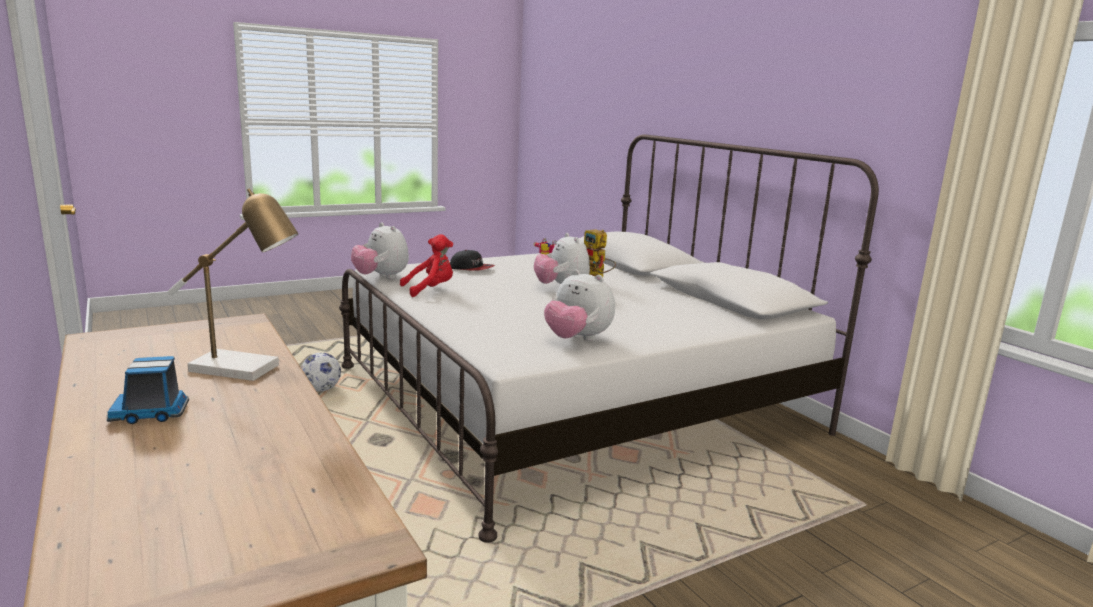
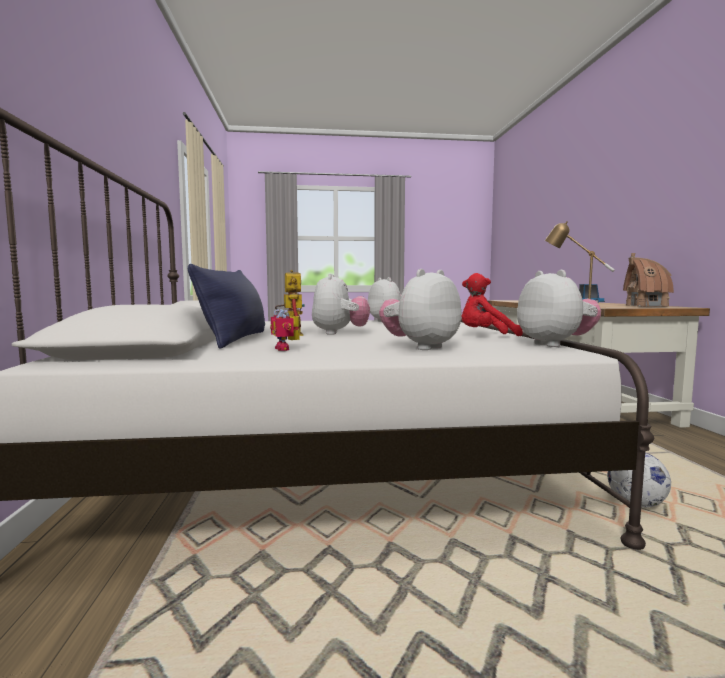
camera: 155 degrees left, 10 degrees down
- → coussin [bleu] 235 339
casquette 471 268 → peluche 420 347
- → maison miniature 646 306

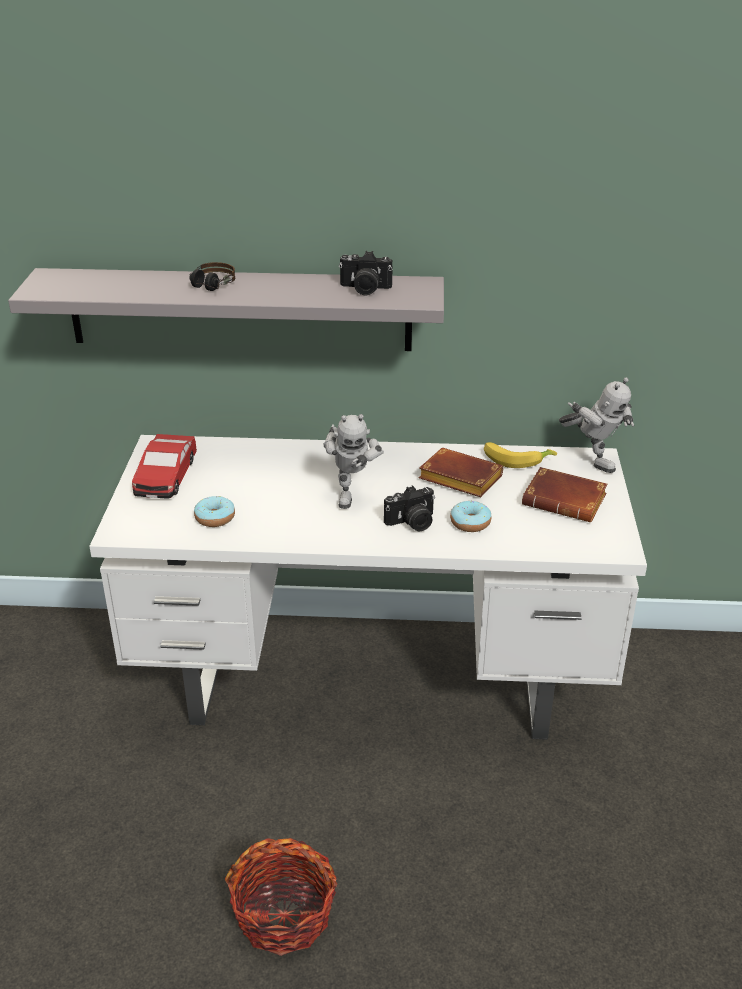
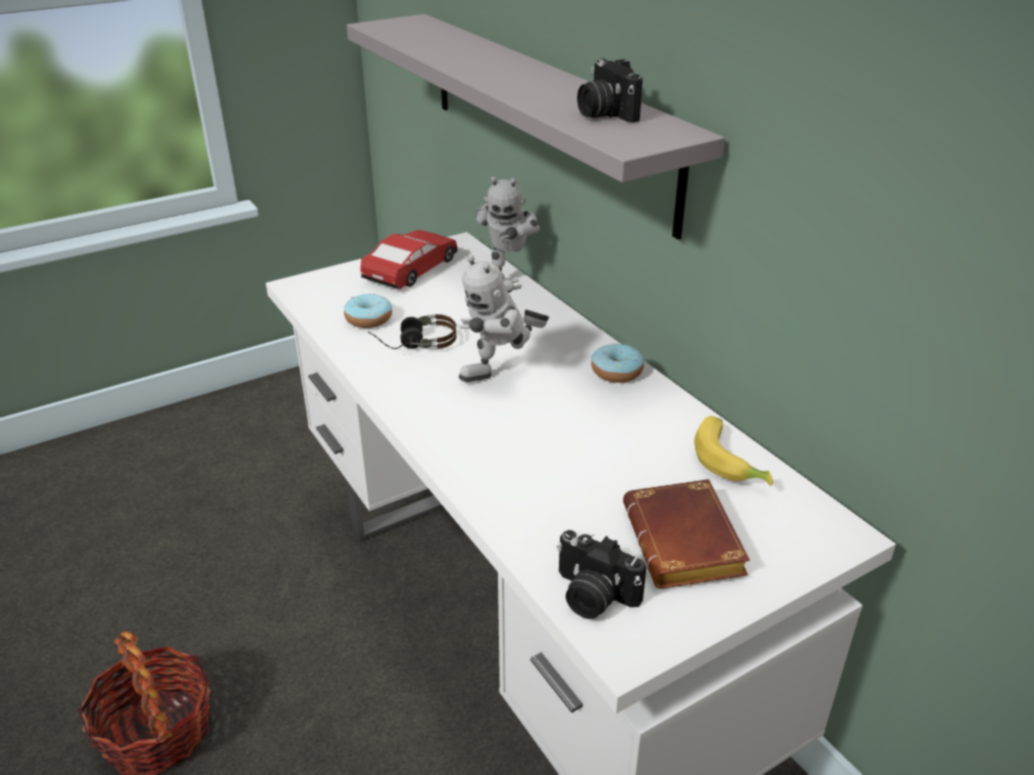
camera: 55 degrees right, 0 degrees up
petite voiture 166 476 → petite voiture 412 269, 150 degrees clockwise
casque audio 208 288 → casque audio 414 343, moved
robot jouet 593 460 → robot jouet 508 278, moved
appareil photo 412 523 → appareil photo 592 596, moved
beignet 470 523 → beignet 616 372, moved
livre [marron] 457 479 → -

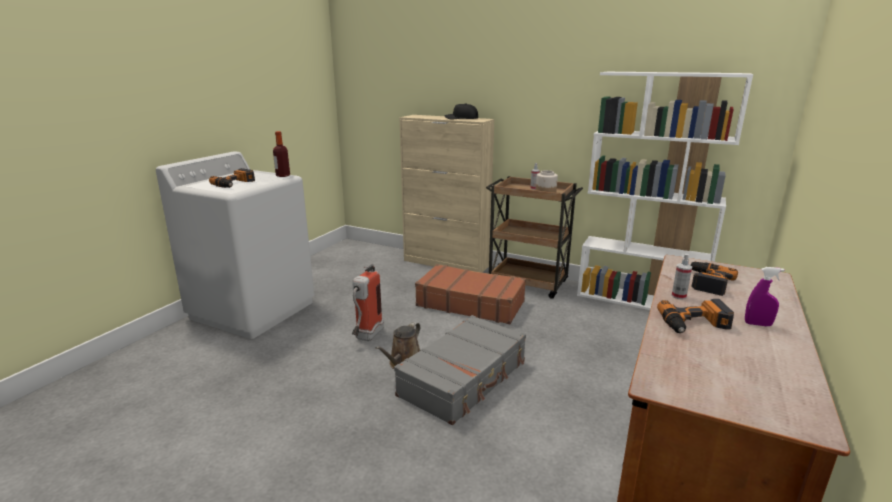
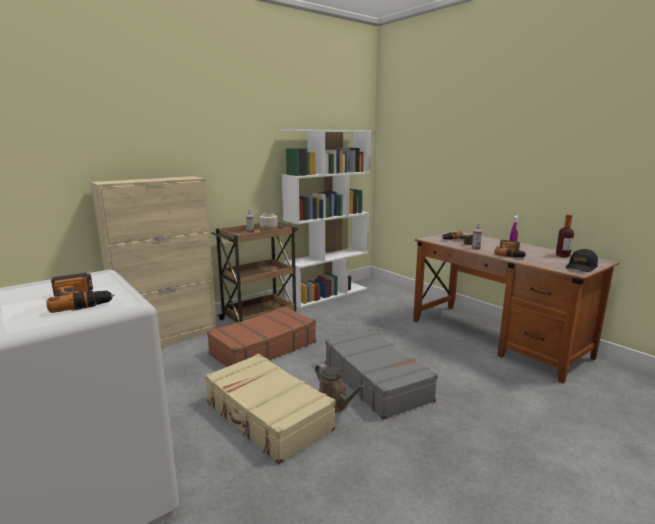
camera: 65 degrees left, 5 degrees down
extincteur 366 337 → valise [beige] 267 416
bouteille 283 175 → bouteille 562 256, moved
casquette [noir] 461 118 → casquette [noir] 581 267, moved

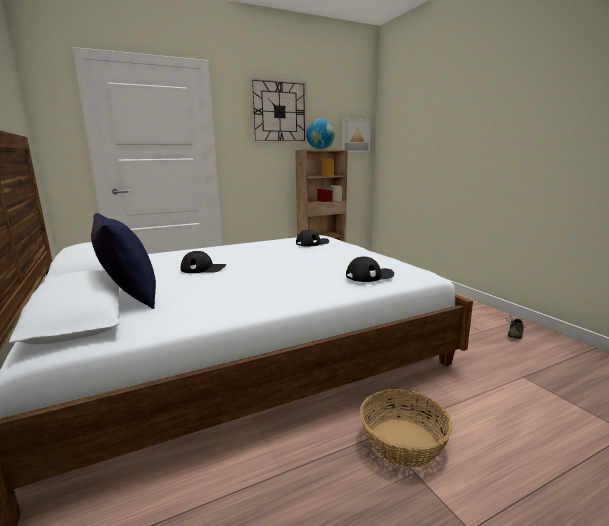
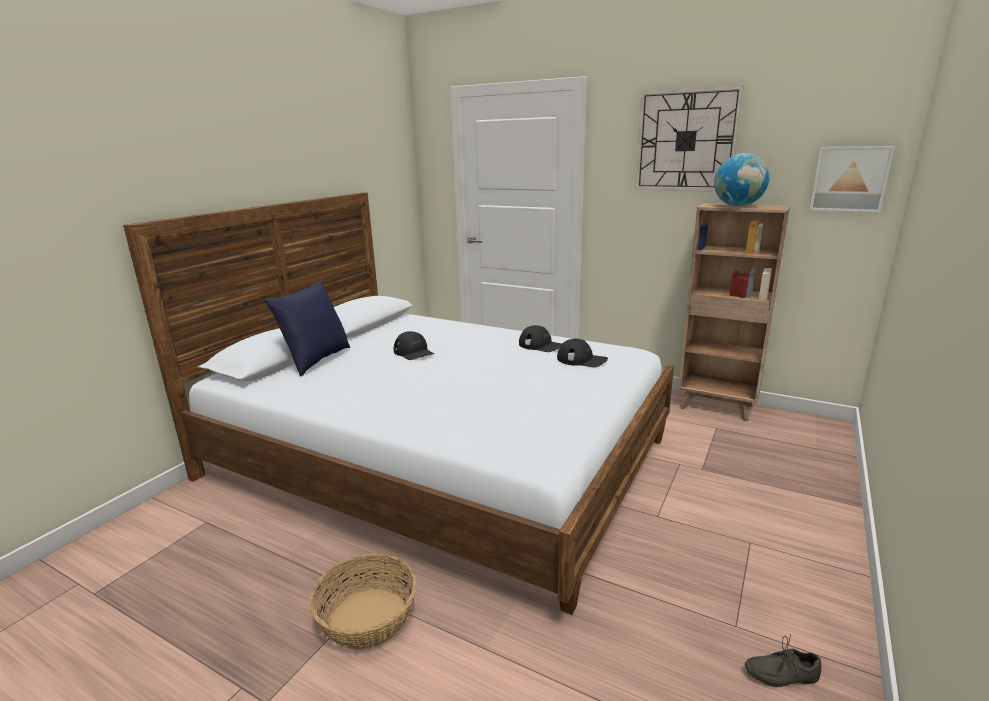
camera: 55 degrees right, 5 degrees up
casquette [noir] 369 275 → casquette [noir] 541 345, moved

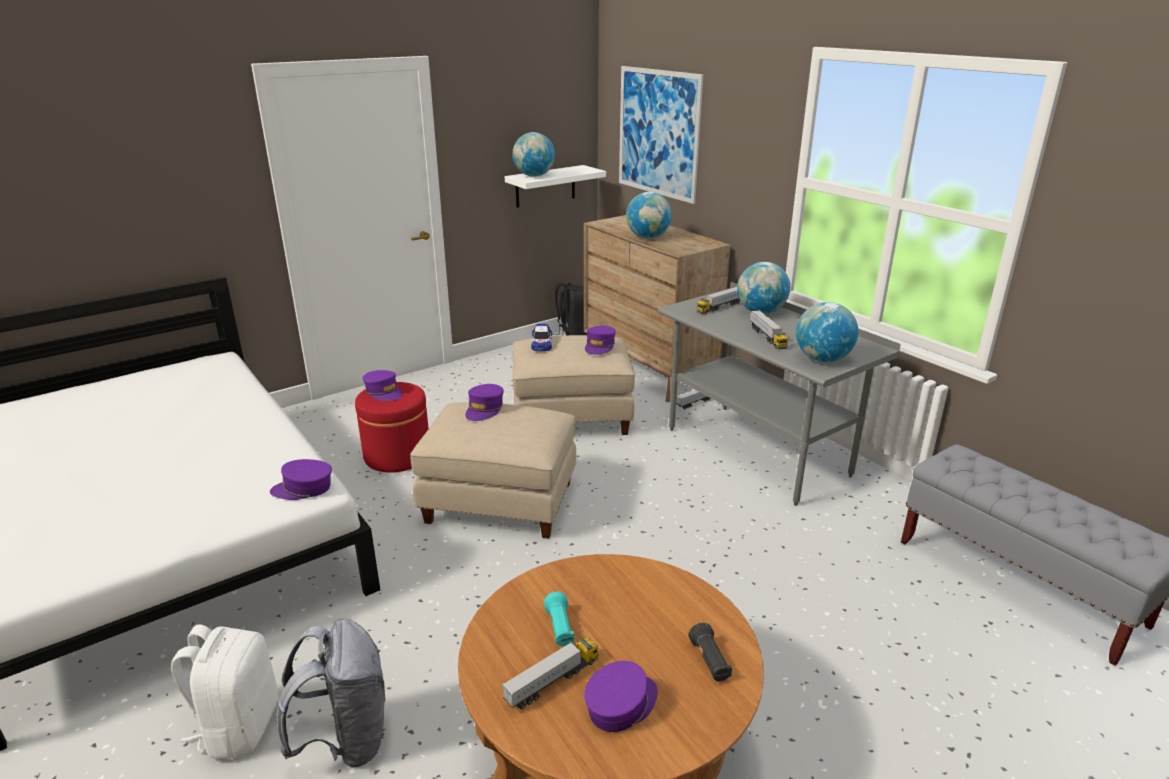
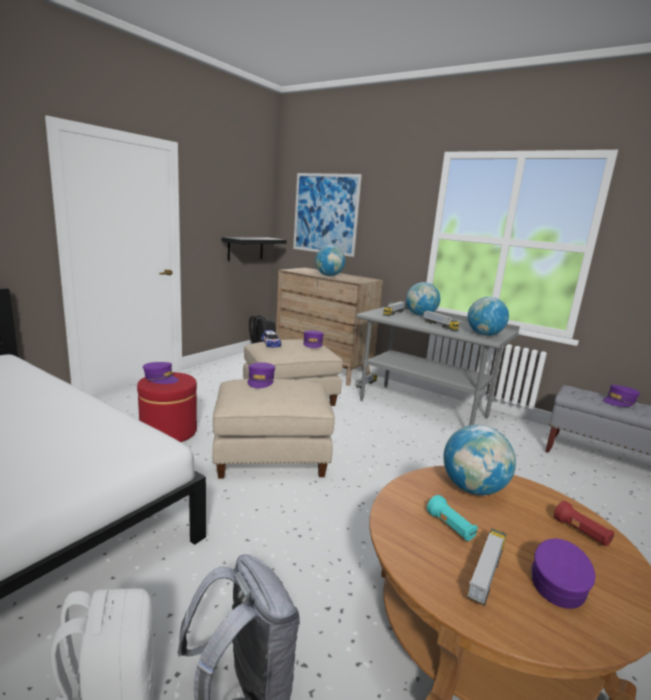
camera: 20 degrees left, 10 degrees down
étagère [blanc] 545 186 → étagère [noir] 245 248
globe 534 176 → globe 473 488, moved
lampe de poche [noir] 710 662 → lampe de poche [rouge] 581 532
casquette [violet] 303 489 → casquette [violet] 619 401, moved

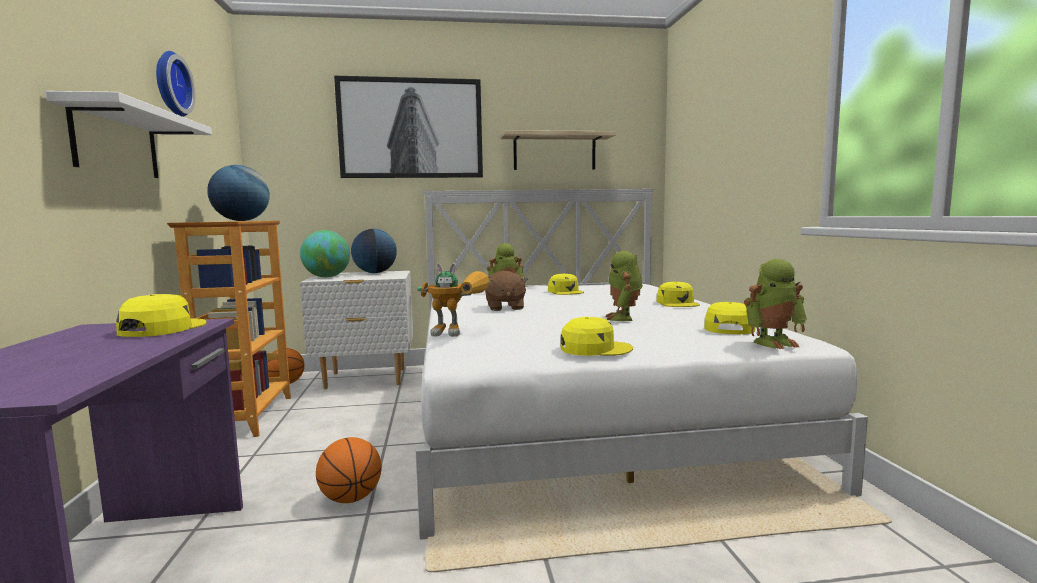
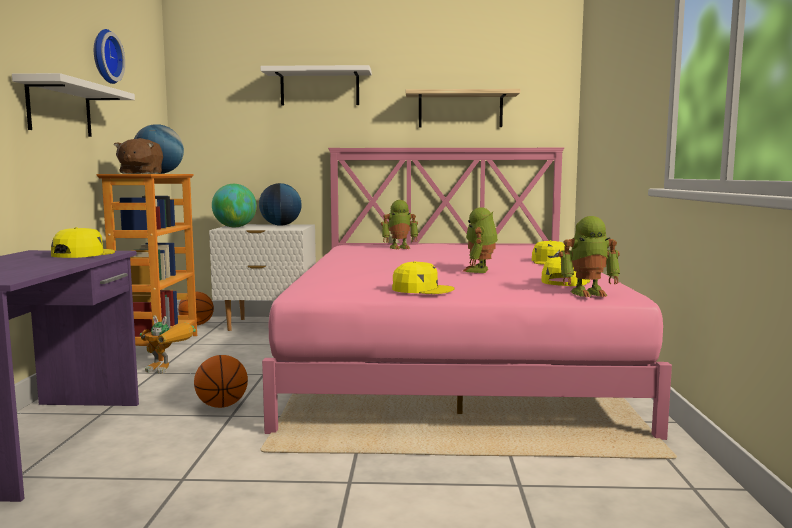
camera: 10 degrees right, 0 degrees up
peluche [marron] 504 307 → peluche [marron] 140 173, moved
robot jouet 459 333 → robot jouet 169 370, moved
tableau 411 128 → étagère [blanc] 319 88
lit [blanc] 577 410 → lit [rose] 449 360
casquette [jaune] 565 292 → -

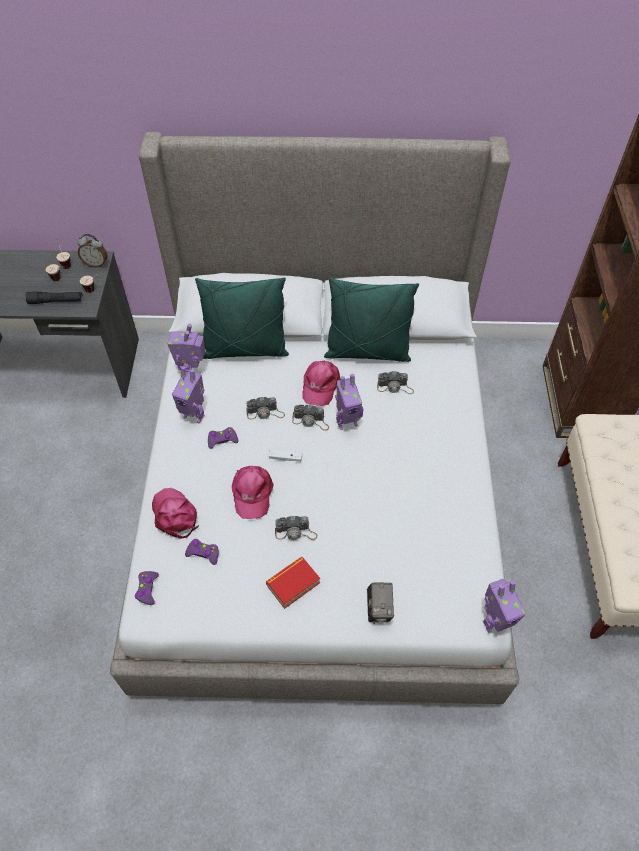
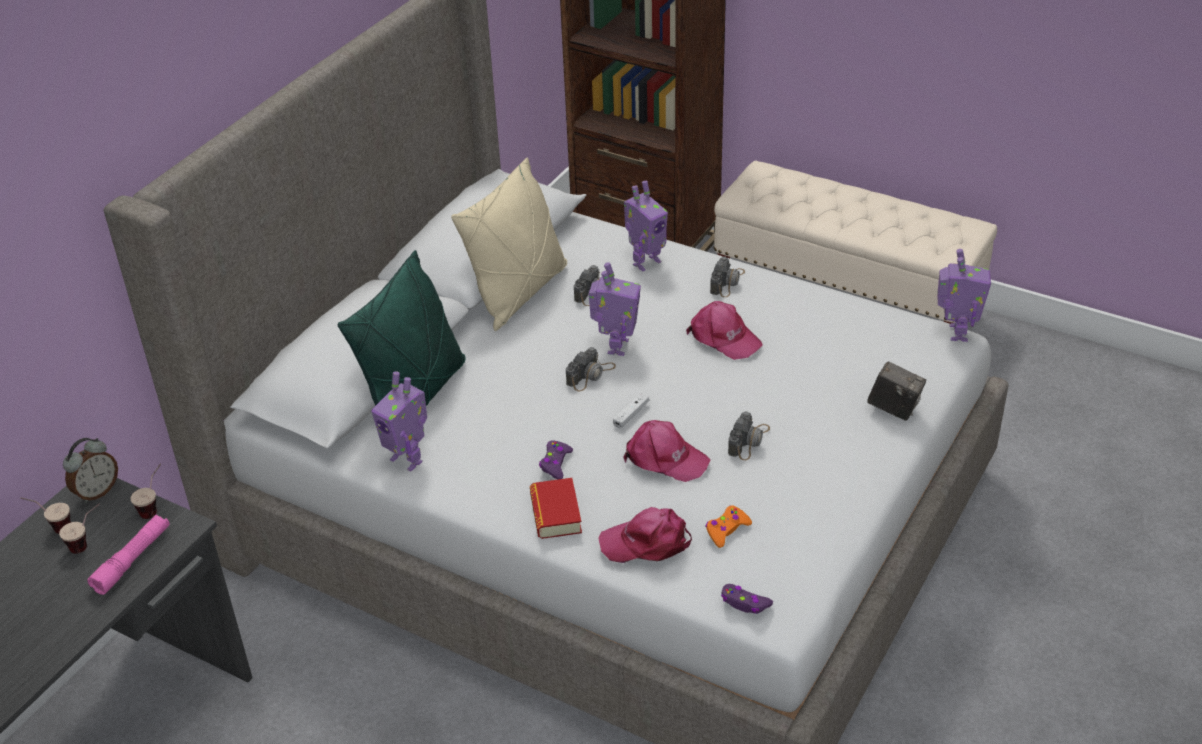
camera: 60 degrees left, 15 degrees down
lampe de poche [noir] 56 301 → lampe de poche [rose] 132 560
coussin [vert] 367 351 → coussin [beige] 519 293
livre 293 584 → livre 555 514, moved
robot jouet 194 415 → robot jouet 645 262, moved
casquette [rose] 320 385 → casquette [rose] 723 338, moved
manette [violet] 203 553 → manette [orange] 726 530
appareil photo 265 413 → appareil photo 727 282, moved

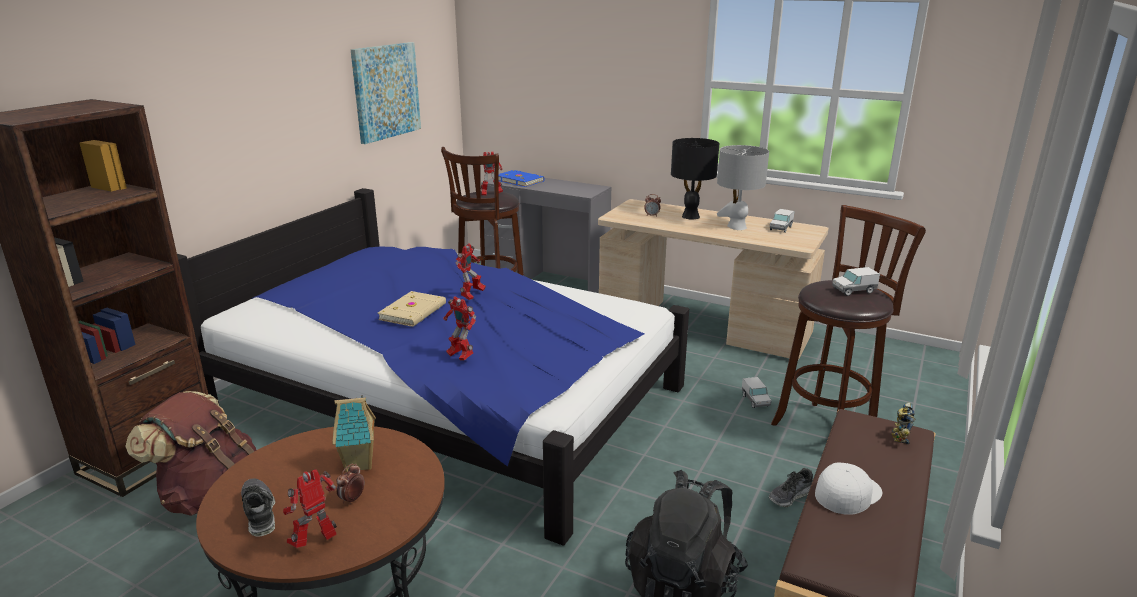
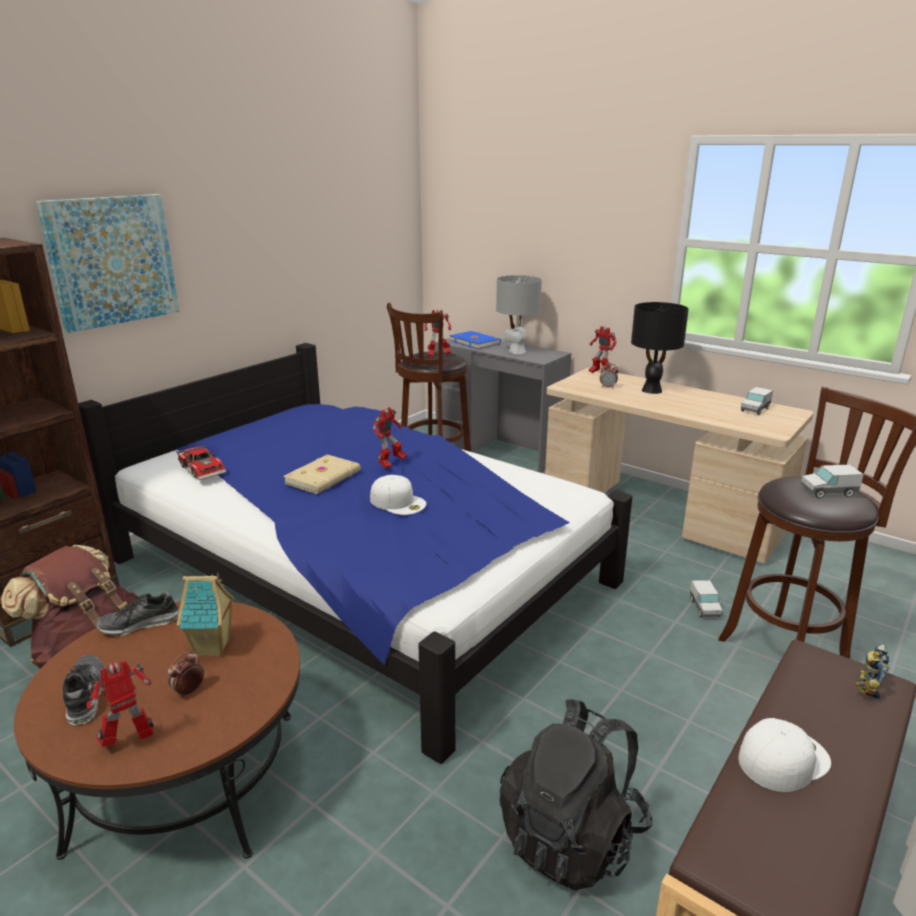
camera: 10 degrees right, 0 degrees up
tableau 386 91 → tableau 112 261, moved
chaussure 790 496 → chaussure 140 624, moved
- → petite voiture 203 468
- → casquette [blanc] 398 502
lampe de table [gris] 736 227 → lampe de table [gris] 516 351, moved
robot jouet 460 356 → robot jouet 599 373, moved

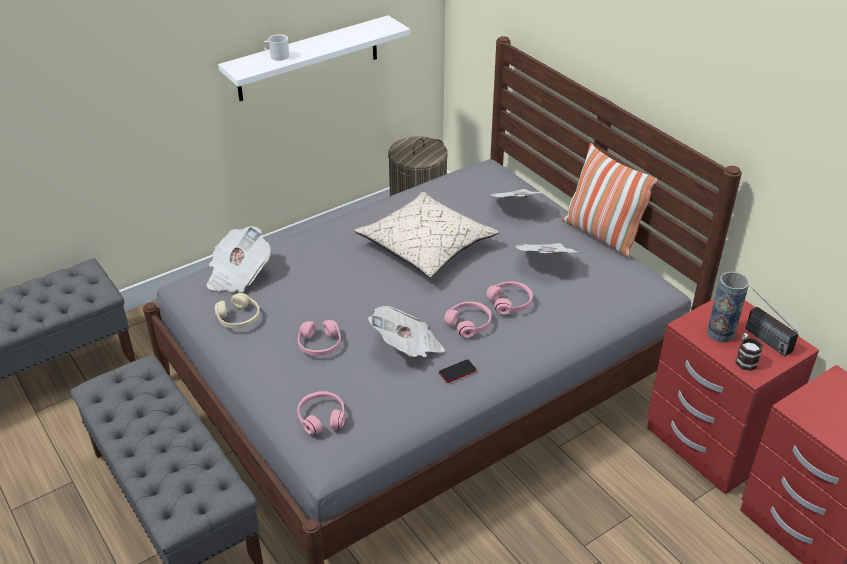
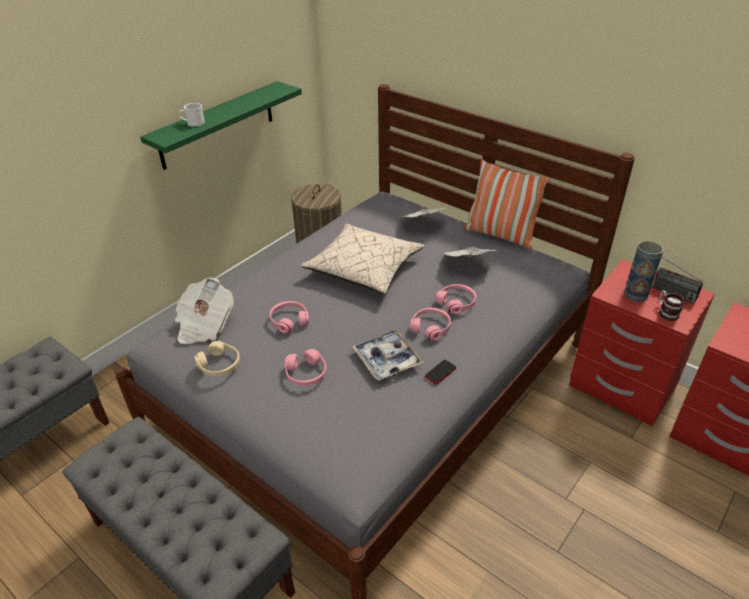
camera: 15 degrees left, 0 degrees up
étagère [blanc] 308 58 → étagère [vert] 217 125
casque audio [rose] 321 417 → casque audio [rose] 289 320, moved
journal 407 347 → plateau 387 359

